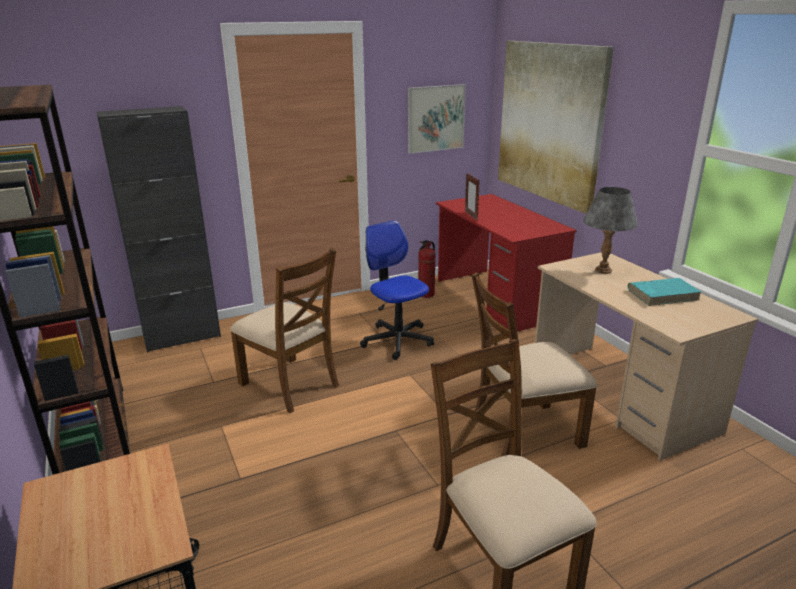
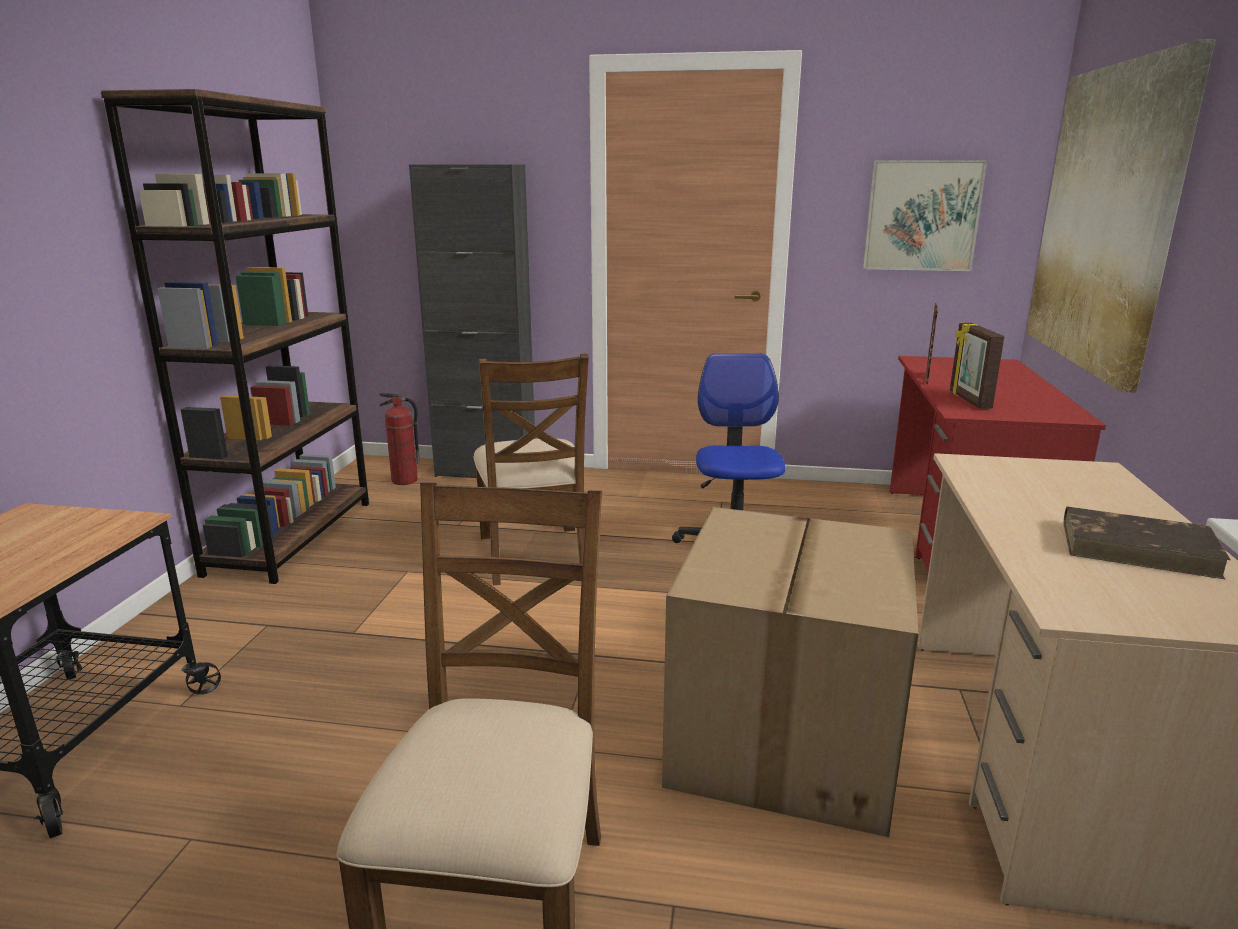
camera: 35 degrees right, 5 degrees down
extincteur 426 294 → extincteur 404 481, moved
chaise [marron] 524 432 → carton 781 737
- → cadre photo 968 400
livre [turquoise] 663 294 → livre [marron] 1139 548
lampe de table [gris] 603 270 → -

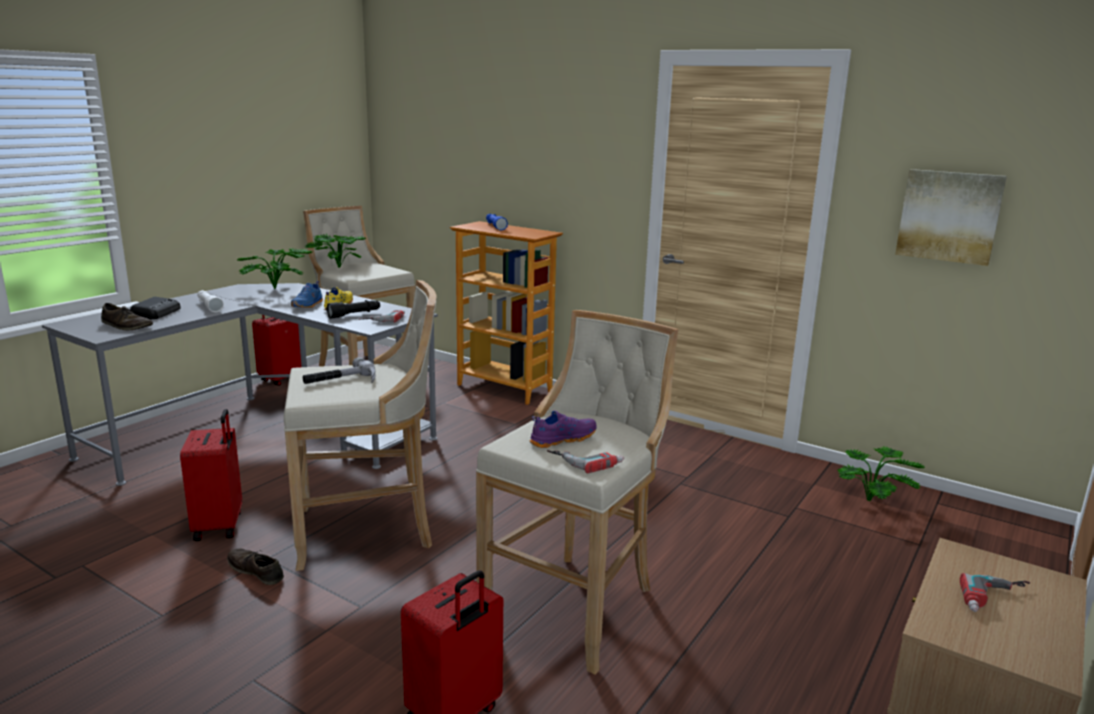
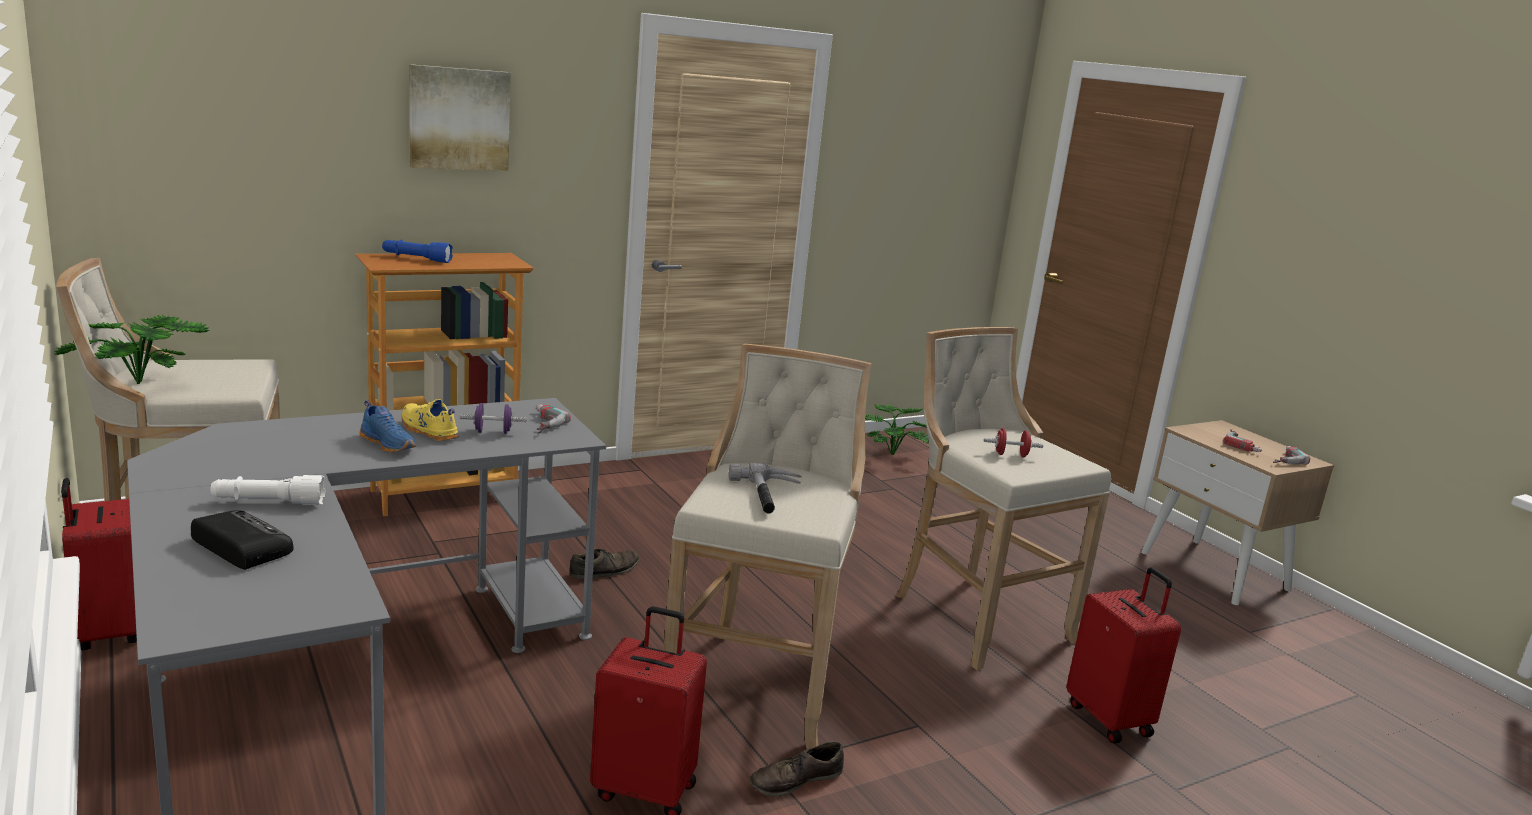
camera: 65 degrees left, 0 degrees up
tableau 949 216 → tableau 459 118, moved
lampe de poche [noir] 354 315 → haltère [violet] 493 432
chaussure [marron] 127 326 → chaussure [marron] 604 570, moved
chaussure [violet] 562 439 → haltère [rouge] 1011 455
perceuse 586 460 → perceuse 1280 459, moved
plante en pot 277 289 → -

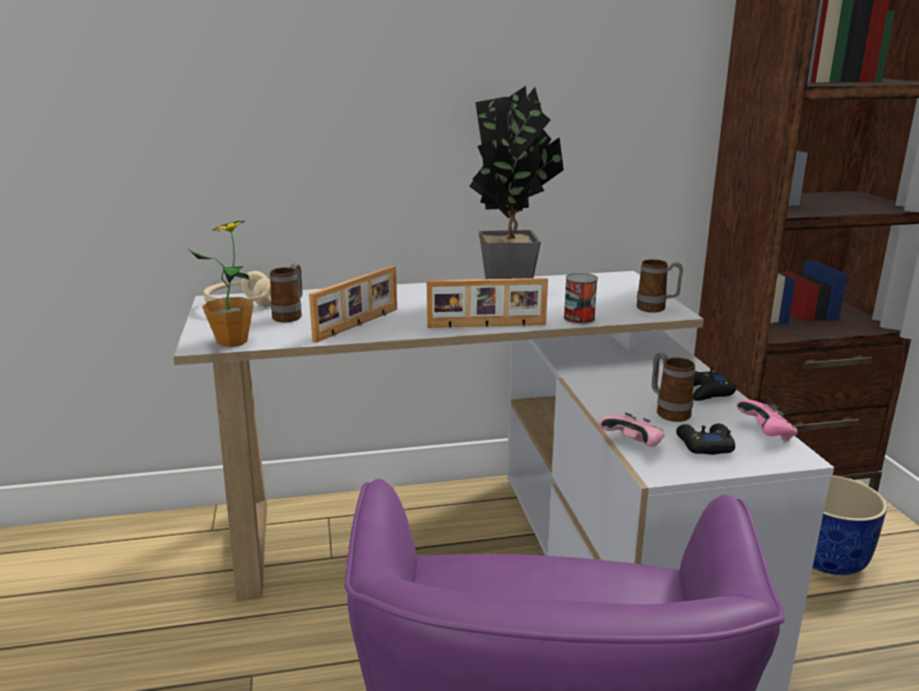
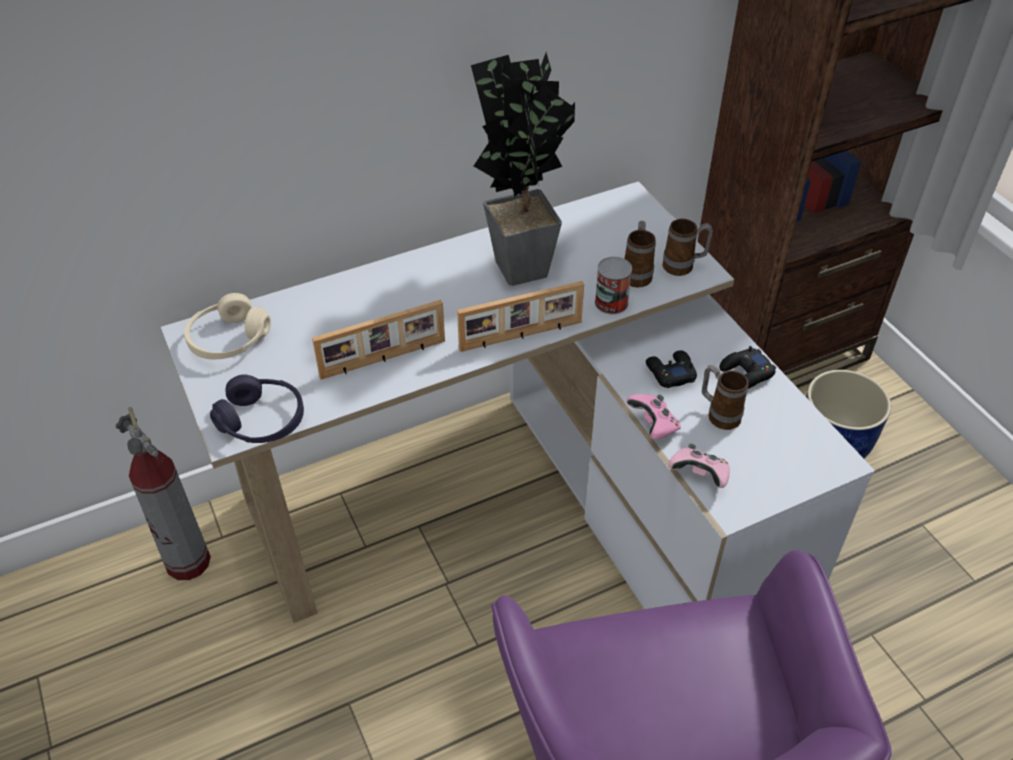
camera: 15 degrees left, 25 degrees up
- → extincteur 188 562
plante en pot 232 341 → casque audio [violet] 262 421
cadre photo 358 325 → cadre photo 383 360, 45 degrees clockwise
mug 290 316 → mug 637 273, moved
manette [rose] 766 434 → manette [rose] 653 425, moved
manette [noir] 704 445 → manette [noir] 670 373, moved

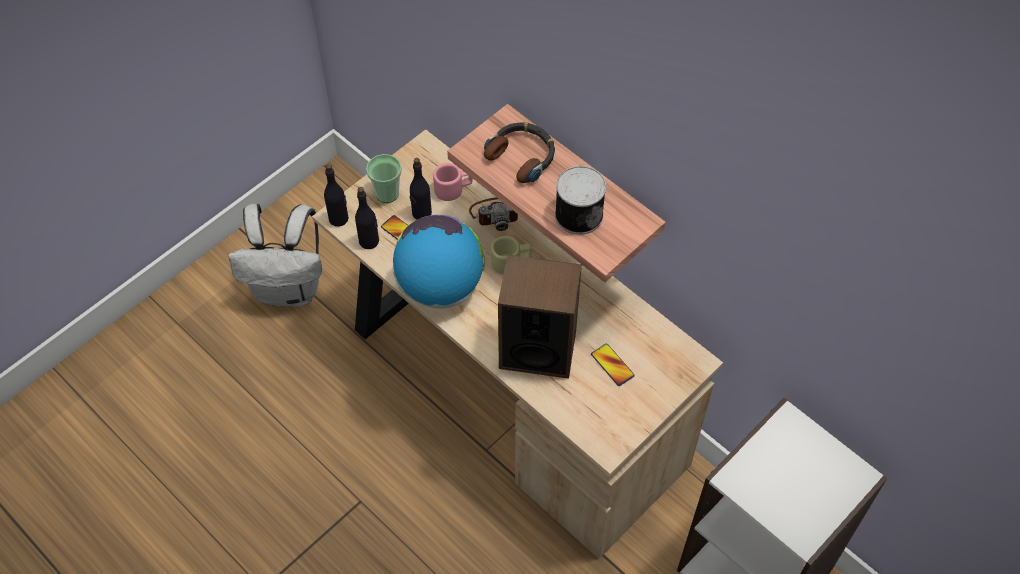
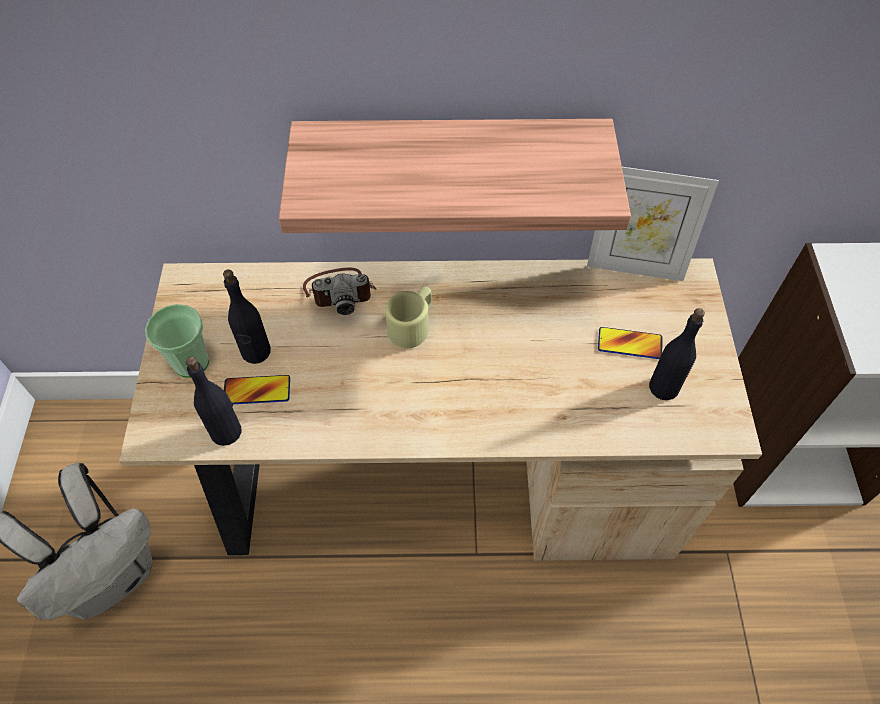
camera: 45 degrees left, 0 degrees up
appareil photo 495 214 → appareil photo 340 291, 45 degrees clockwise
- → cadre photo 635 266
bouteille [noir] 339 218 → bouteille [noir] 664 387, moved
globe 440 286 → -
mug [rose] 453 189 → -
casque audio 522 156 → -
enceinte 537 349 → -
boîte métallique 578 213 → -

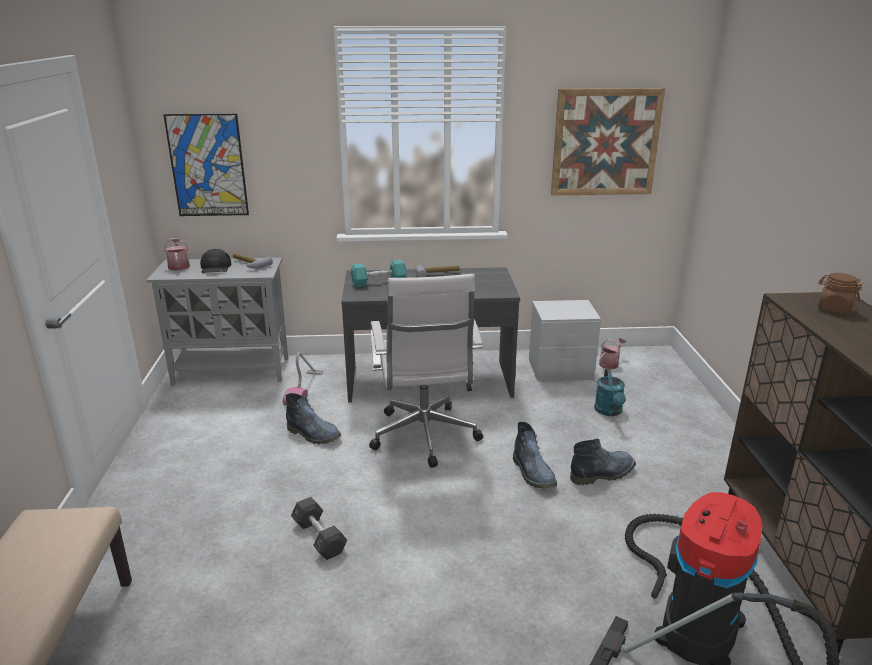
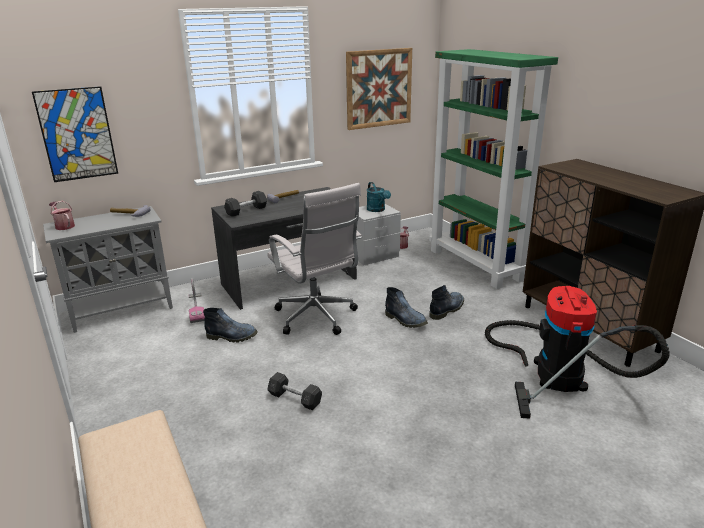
camera: 25 degrees left, 0 degrees up
haltère [turquoise] 379 282 → haltère [gris] 246 211
arrosoir [turquoise] 609 412 → arrosoir [turquoise] 377 210, moved
- → bibliothèque [vert] 476 265
casquette [noir] 215 267 → -
bocal [marron] 834 309 → -

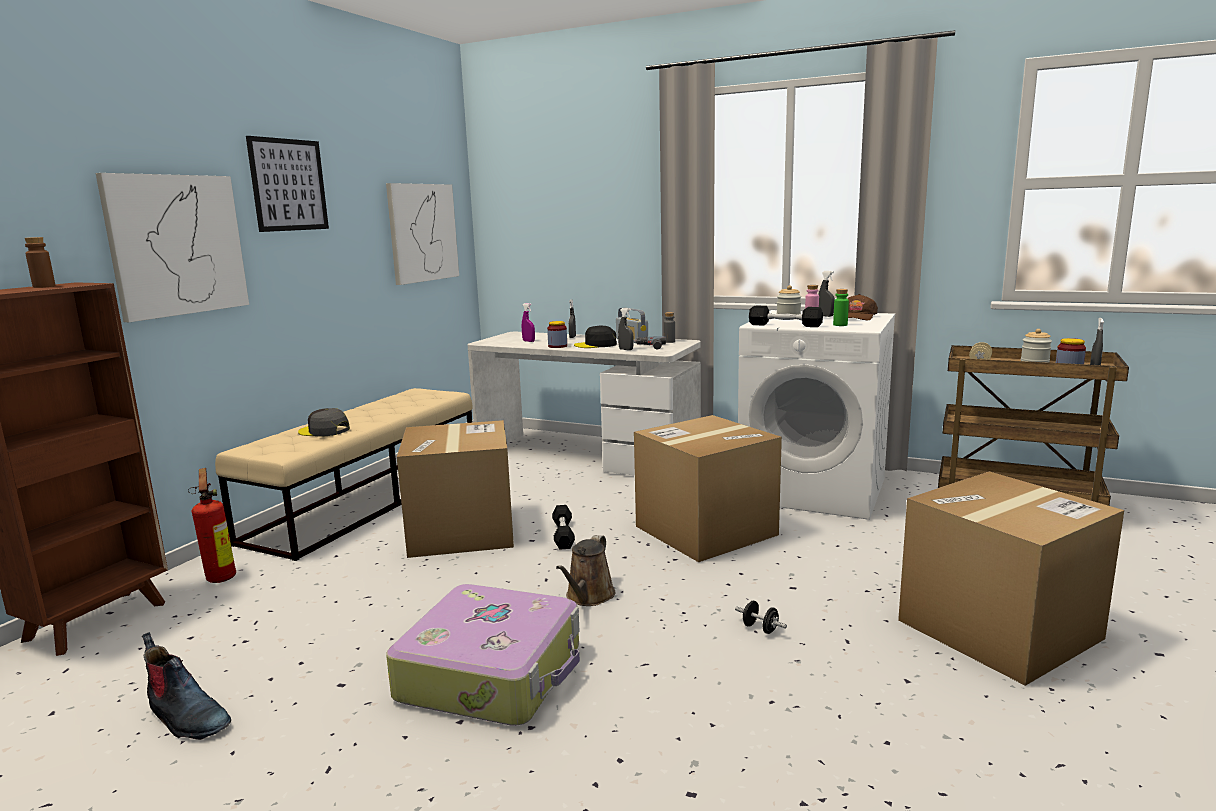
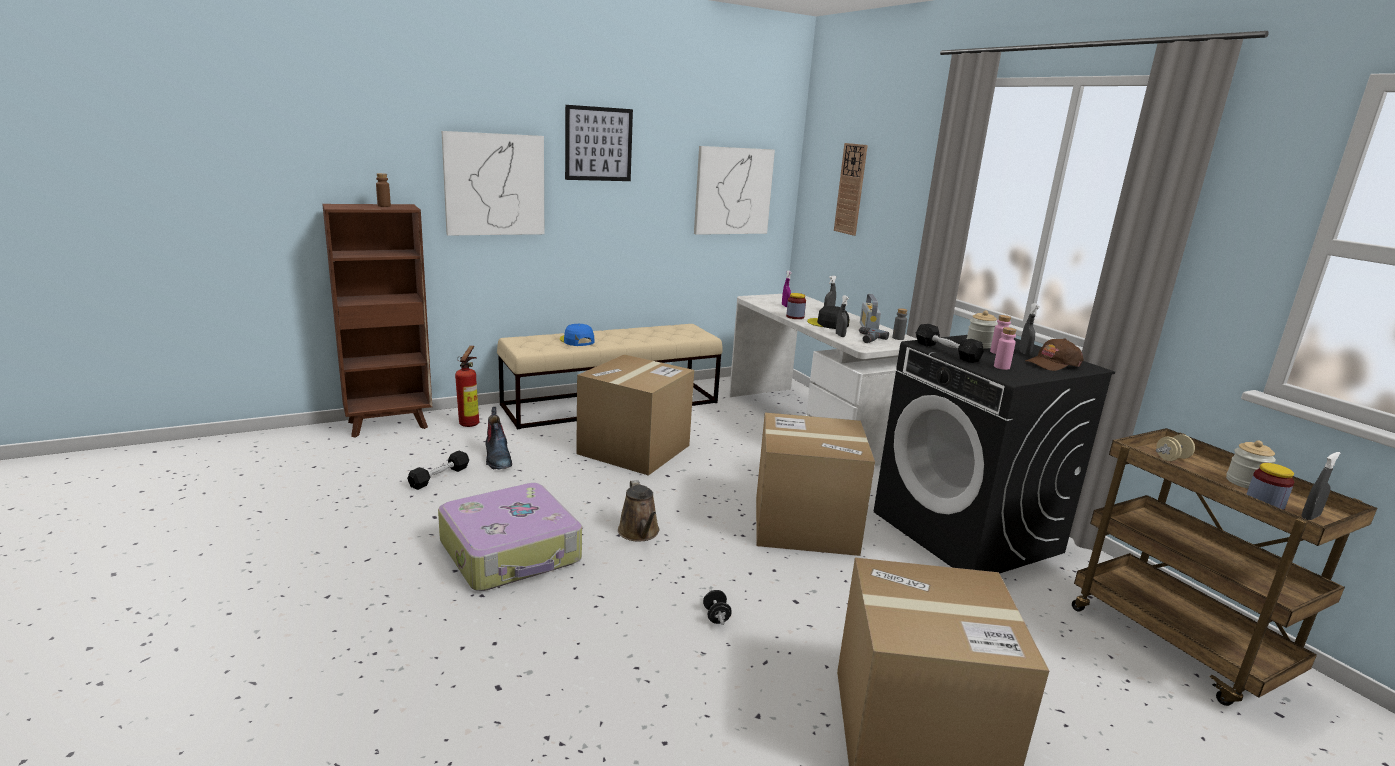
camera: 35 degrees right, 5 degrees up
haltère [noir] 563 535 → haltère [noir] 439 477, moved
botte 186 718 → botte 497 458, moved
casquette [gris] 324 431 → casquette [bleu] 576 340
arrosoir [marron] 588 597 → arrosoir [marron] 639 533, 75 degrees counterclockwise
- → horloge murale 851 189
lave-linge [blanc] 814 490 → lave-linge [noir] 967 532
bouteille [vert] 840 325 → bouteille [rose] 1001 367

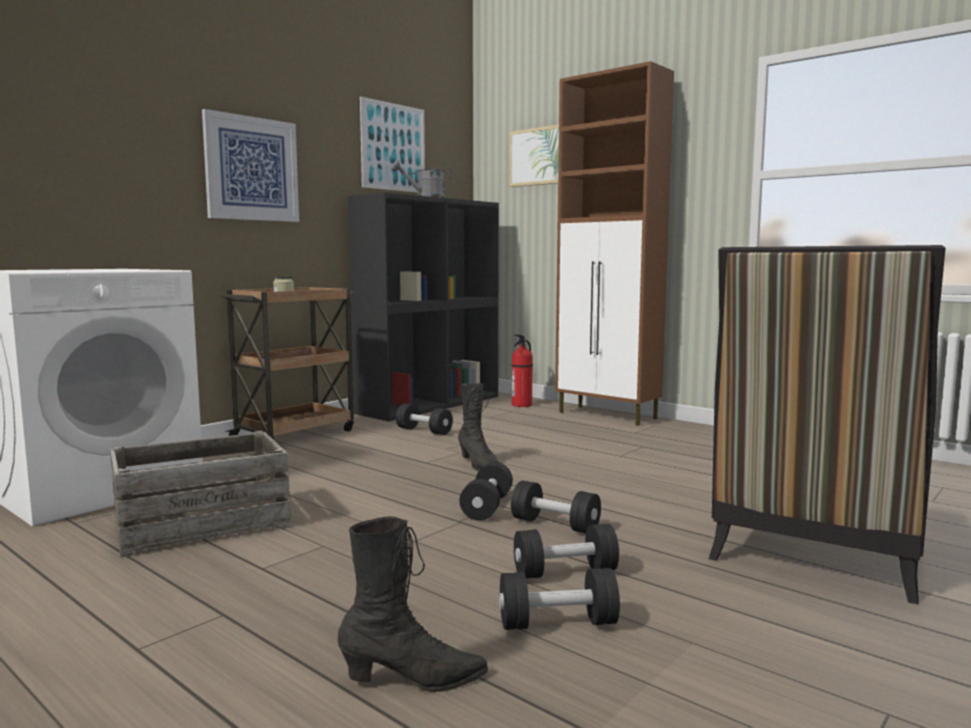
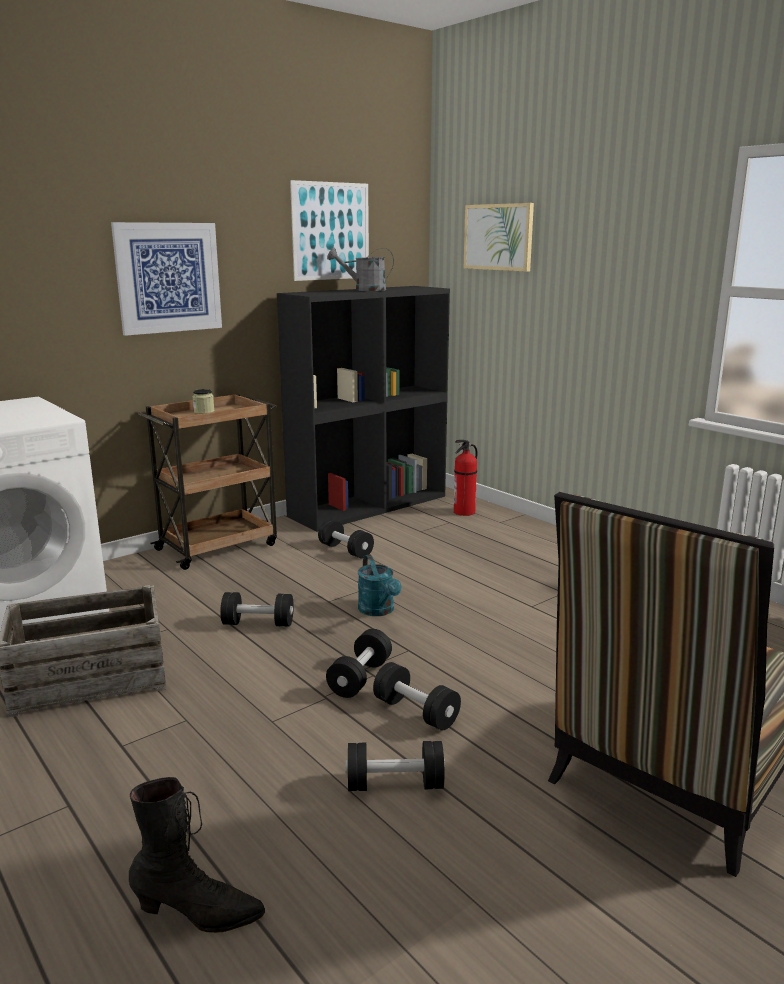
camera: 10 degrees right, 10 degrees up
haltère [noir] 557 623 → haltère [noir] 258 623, moved
botte [noir] 479 465 → arrosoir [turquoise] 379 611
meuble de rangement [marron] 608 416 → -

